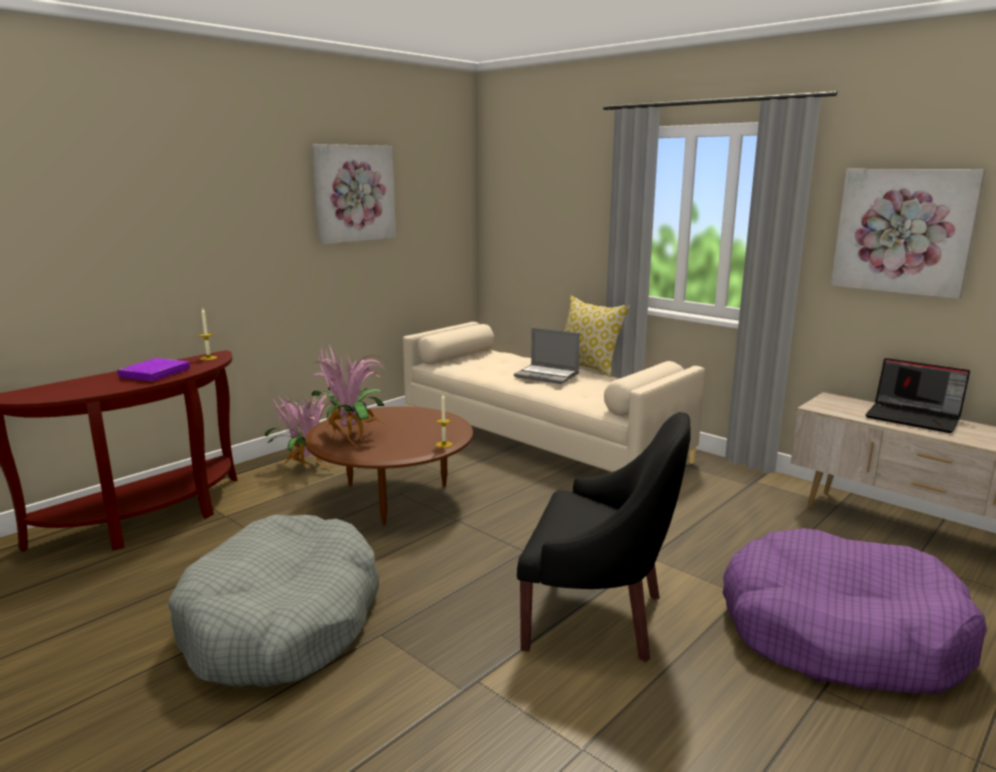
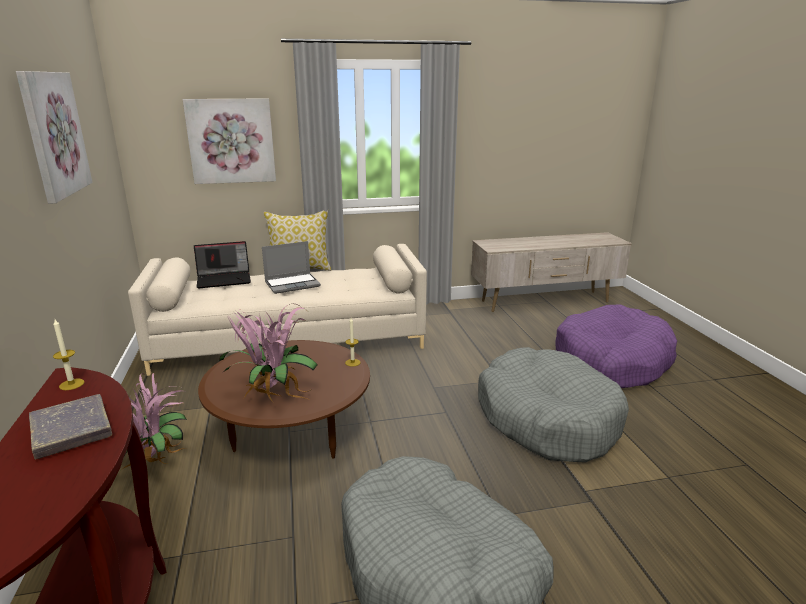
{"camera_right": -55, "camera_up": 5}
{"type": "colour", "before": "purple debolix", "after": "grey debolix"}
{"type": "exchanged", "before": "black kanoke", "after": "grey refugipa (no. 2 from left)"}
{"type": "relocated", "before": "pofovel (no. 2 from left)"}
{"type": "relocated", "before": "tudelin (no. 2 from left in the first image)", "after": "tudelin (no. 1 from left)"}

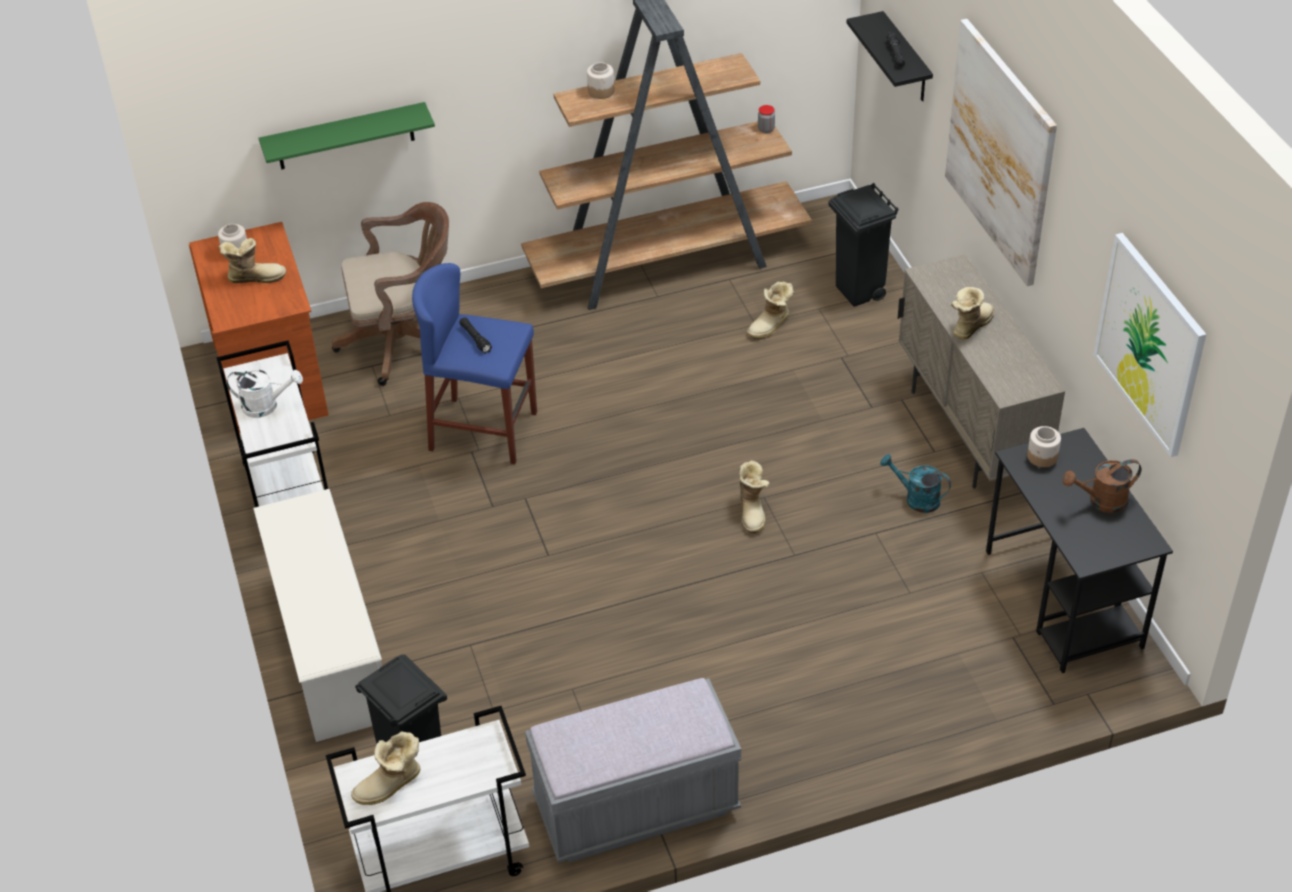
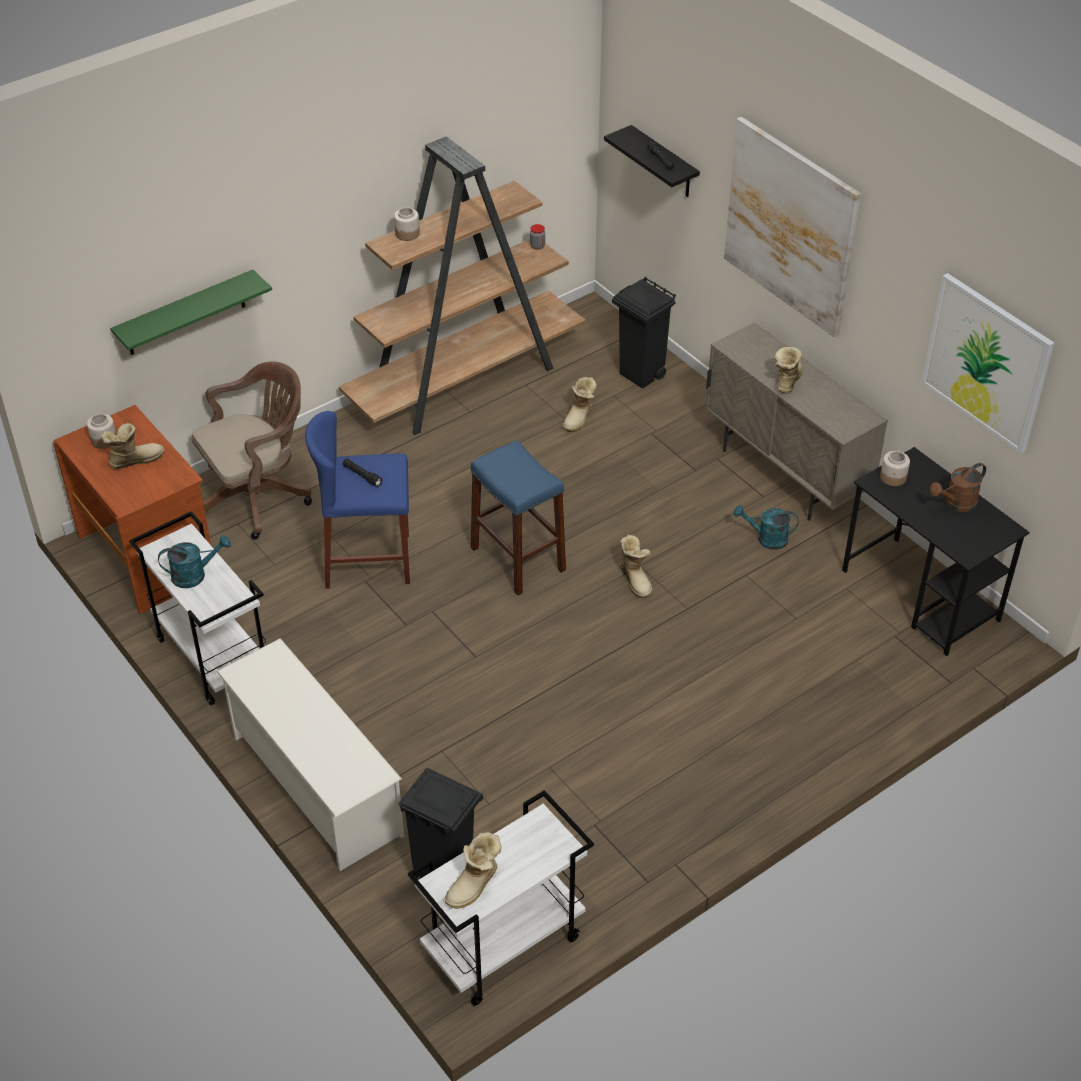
{"camera_right": -20, "camera_up": 0}
{"type": "colour", "before": "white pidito", "after": "turquoise pidito (no. 1 from left)"}
{"type": "missing", "before": "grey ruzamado"}
{"type": "appeared", "after": "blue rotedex (no. 2 from left)"}

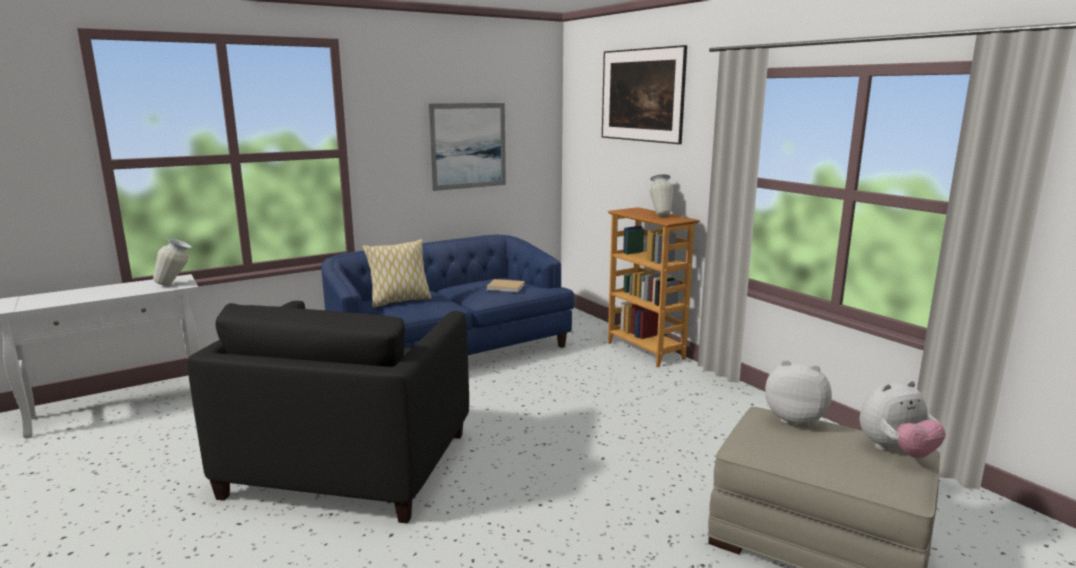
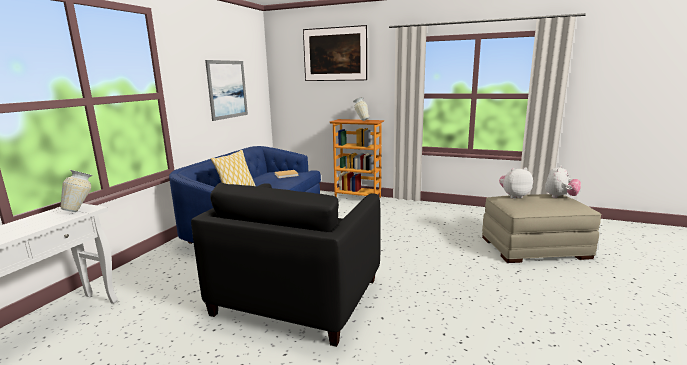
{"camera_right": -35, "camera_up": 0}
{"type": "spun", "before": "black kanoke", "turn": 45}

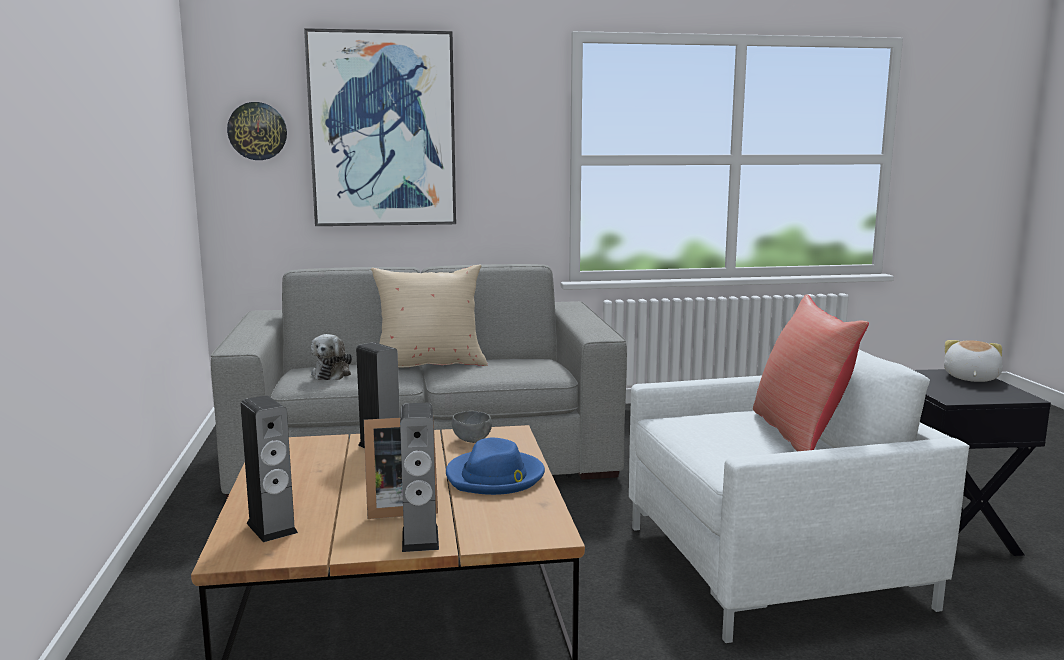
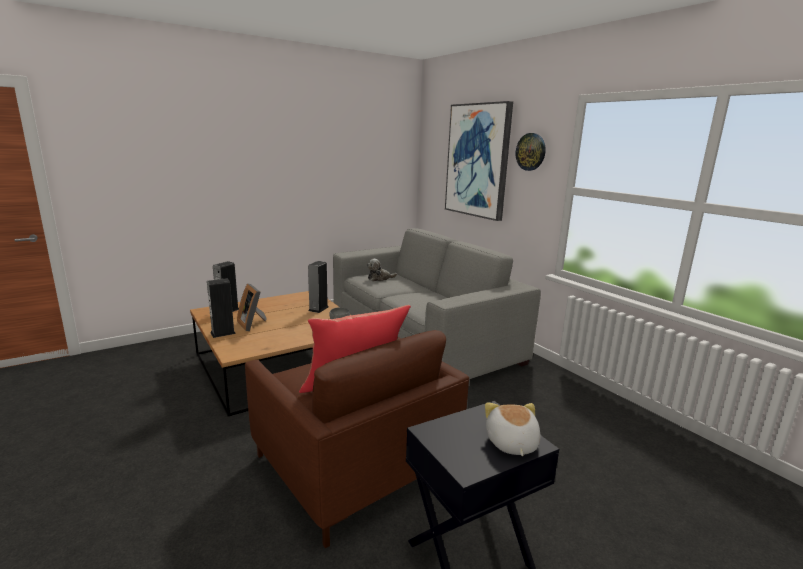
{"camera_right": 65, "camera_up": 5}
{"type": "relocated", "before": "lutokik"}
{"type": "missing", "before": "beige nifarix"}
{"type": "missing", "before": "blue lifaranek"}
{"type": "colour", "before": "white kanoke", "after": "brown kanoke"}
{"type": "spun", "before": "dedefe (no. 2 from left)", "turn": -90}

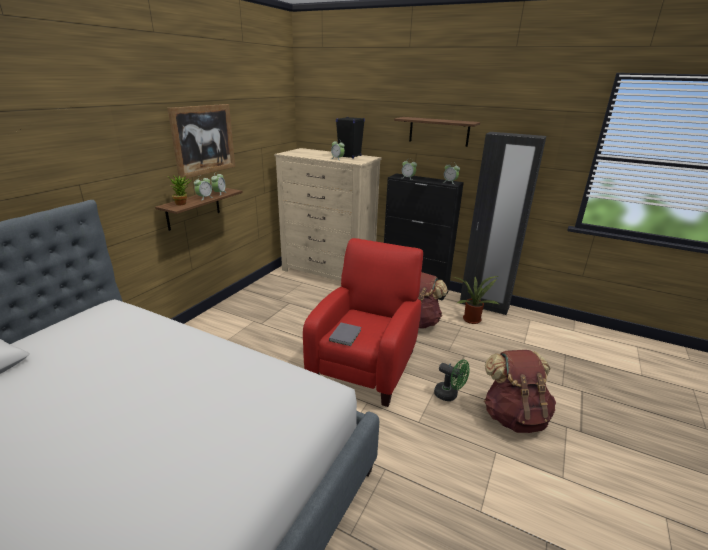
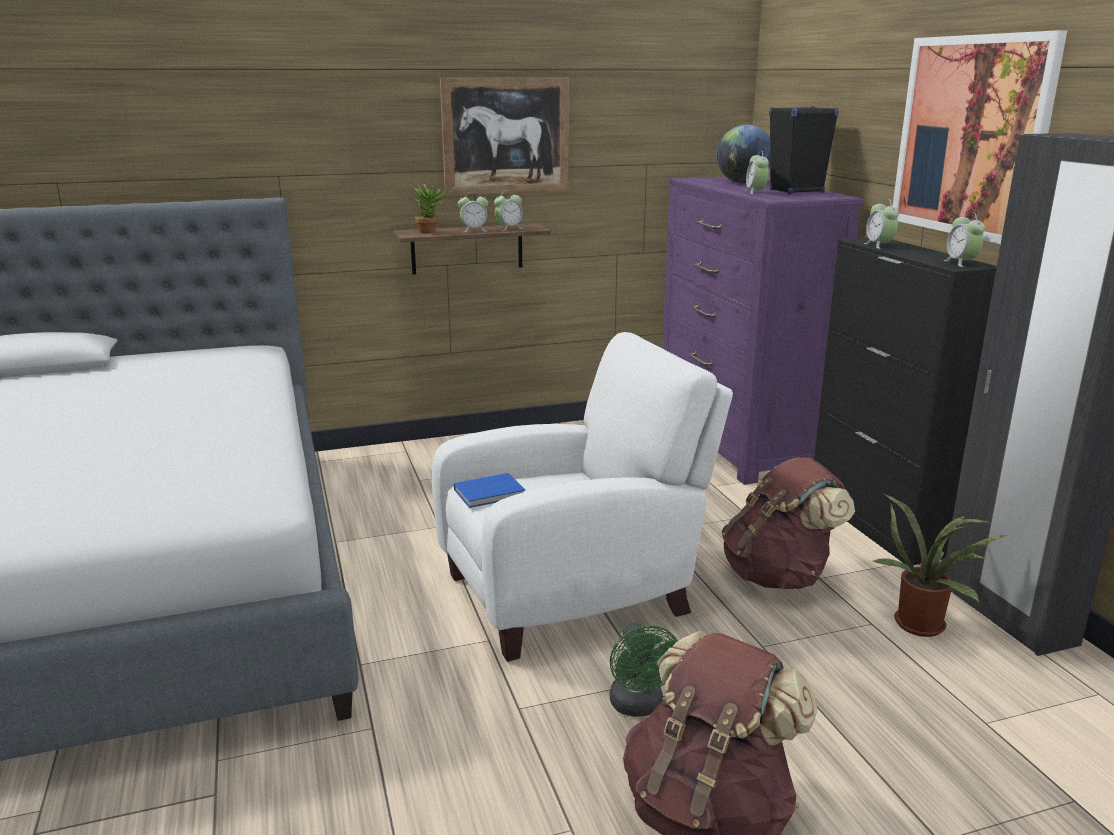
{"camera_right": 45, "camera_up": -5}
{"type": "colour", "before": "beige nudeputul", "after": "purple nudeputul"}
{"type": "colour", "before": "red kanoke", "after": "white kanoke"}
{"type": "colour", "before": "grey debolix", "after": "blue debolix"}
{"type": "exchanged", "before": "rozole (no. 2 from left)", "after": "pofovel (no. 2 from left)"}
{"type": "appeared", "after": "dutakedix"}

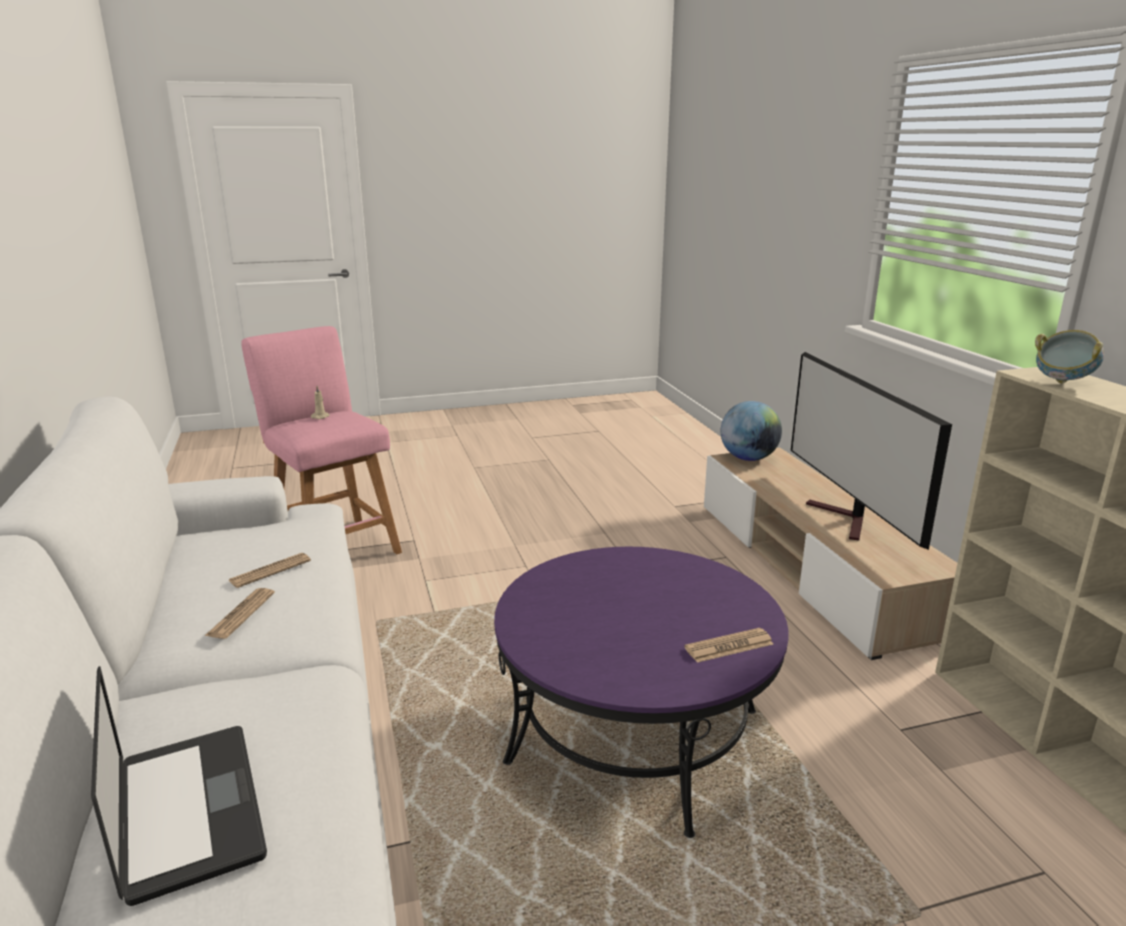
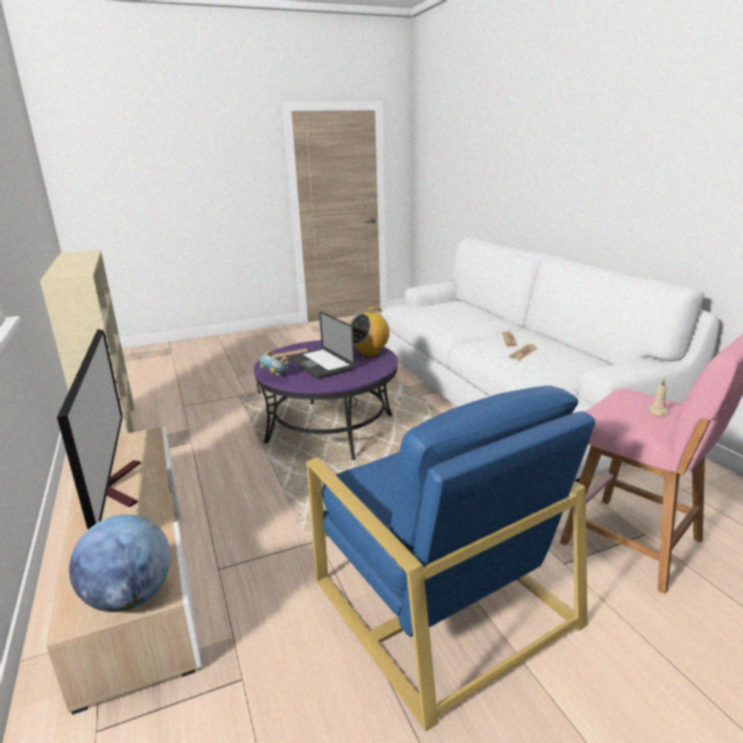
{"camera_right": 175, "camera_up": 0}
{"type": "relocated", "before": "tudelin"}
{"type": "relocated", "before": "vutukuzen"}
{"type": "appeared", "after": "blue kanoke"}
{"type": "appeared", "after": "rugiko"}

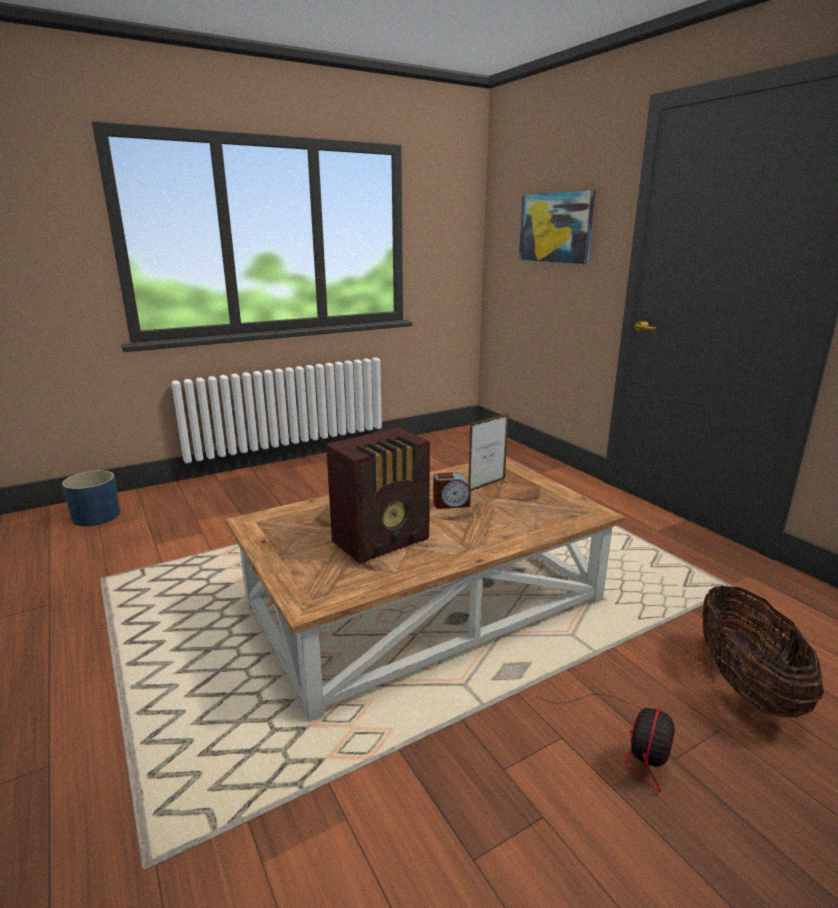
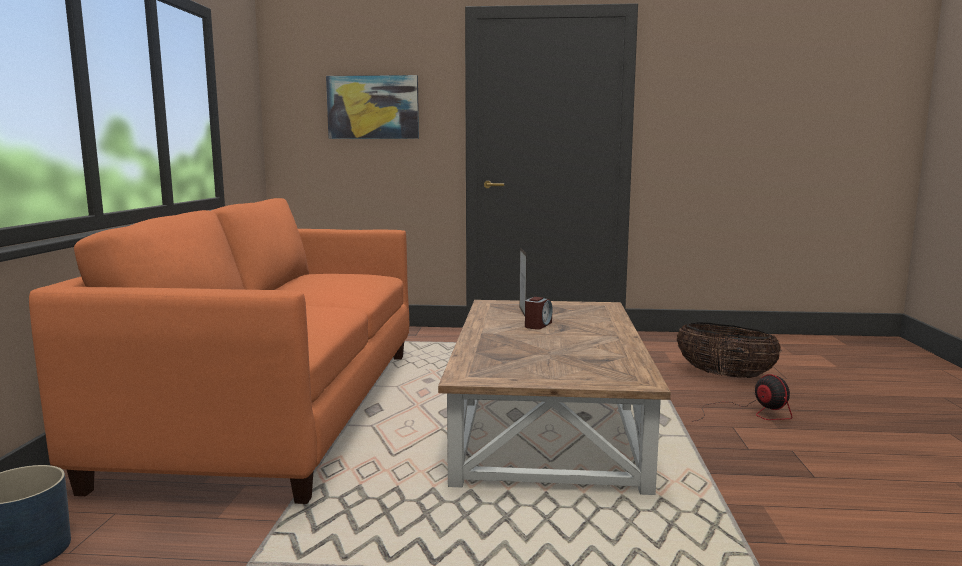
{"camera_right": -55, "camera_up": -10}
{"type": "missing", "before": "rugiko"}
{"type": "appeared", "after": "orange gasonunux"}

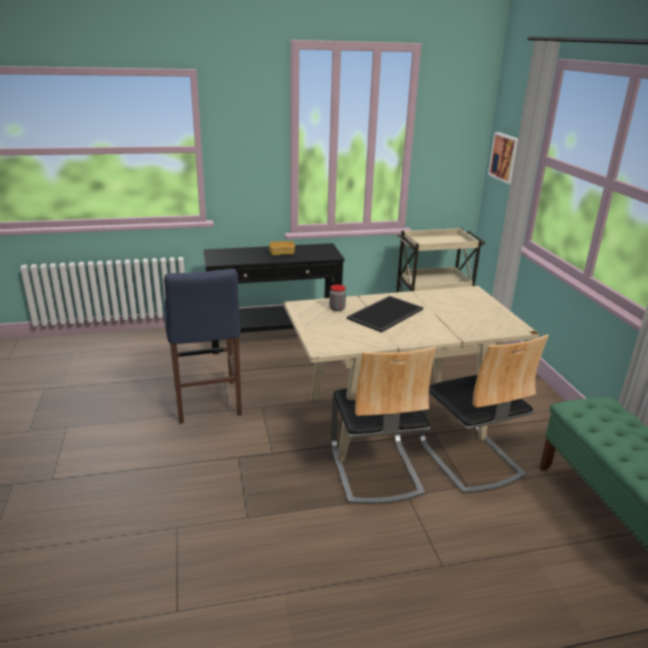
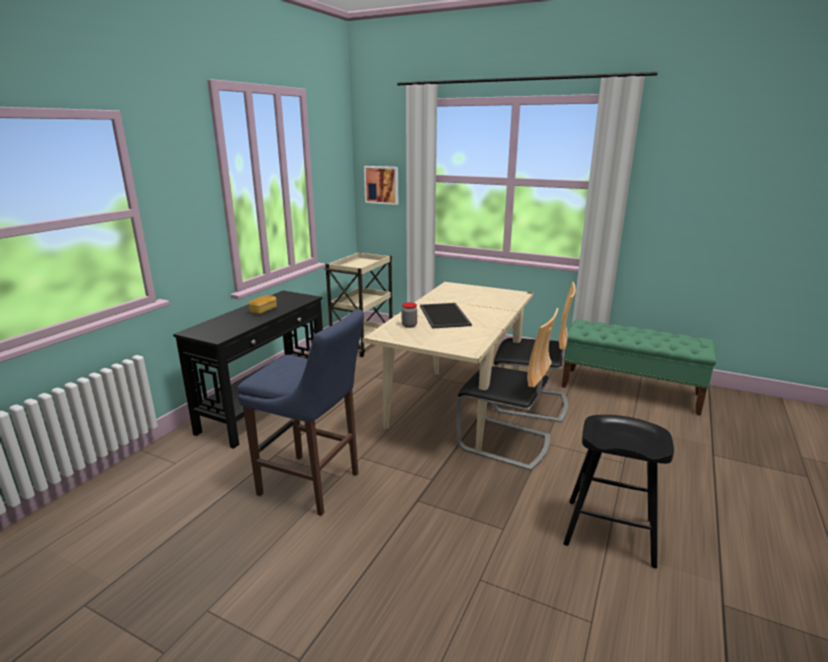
{"camera_right": -50, "camera_up": -5}
{"type": "appeared", "after": "black rotedex"}

